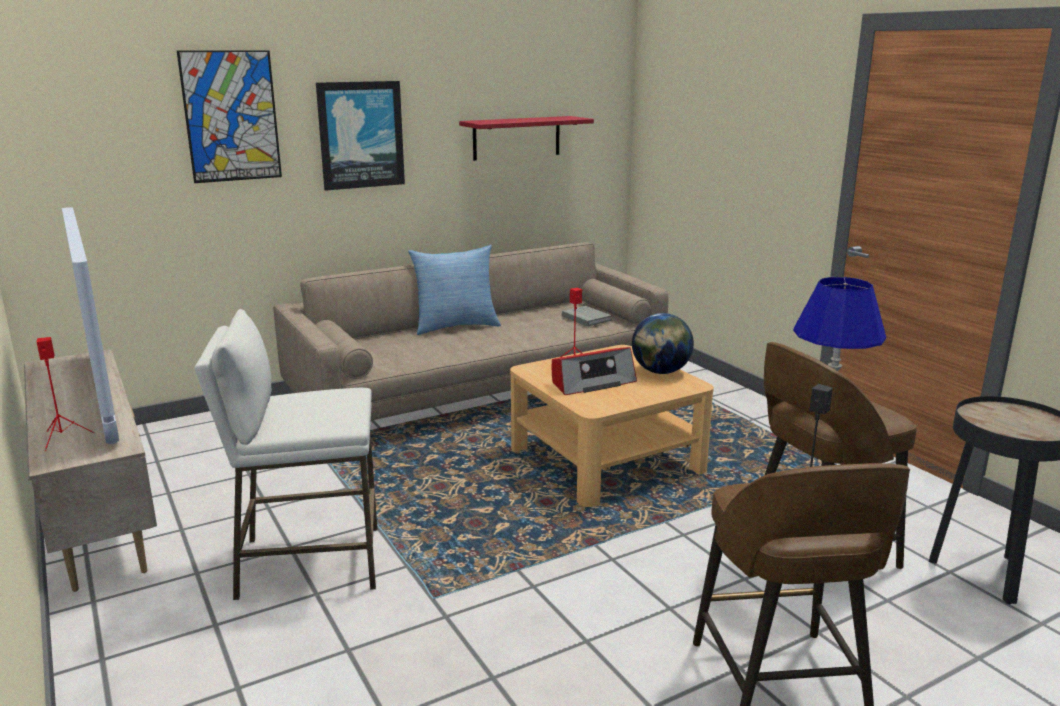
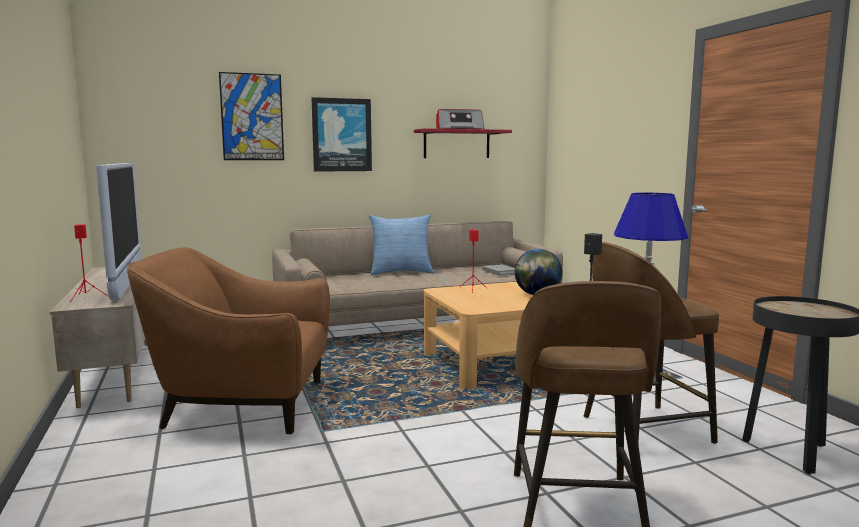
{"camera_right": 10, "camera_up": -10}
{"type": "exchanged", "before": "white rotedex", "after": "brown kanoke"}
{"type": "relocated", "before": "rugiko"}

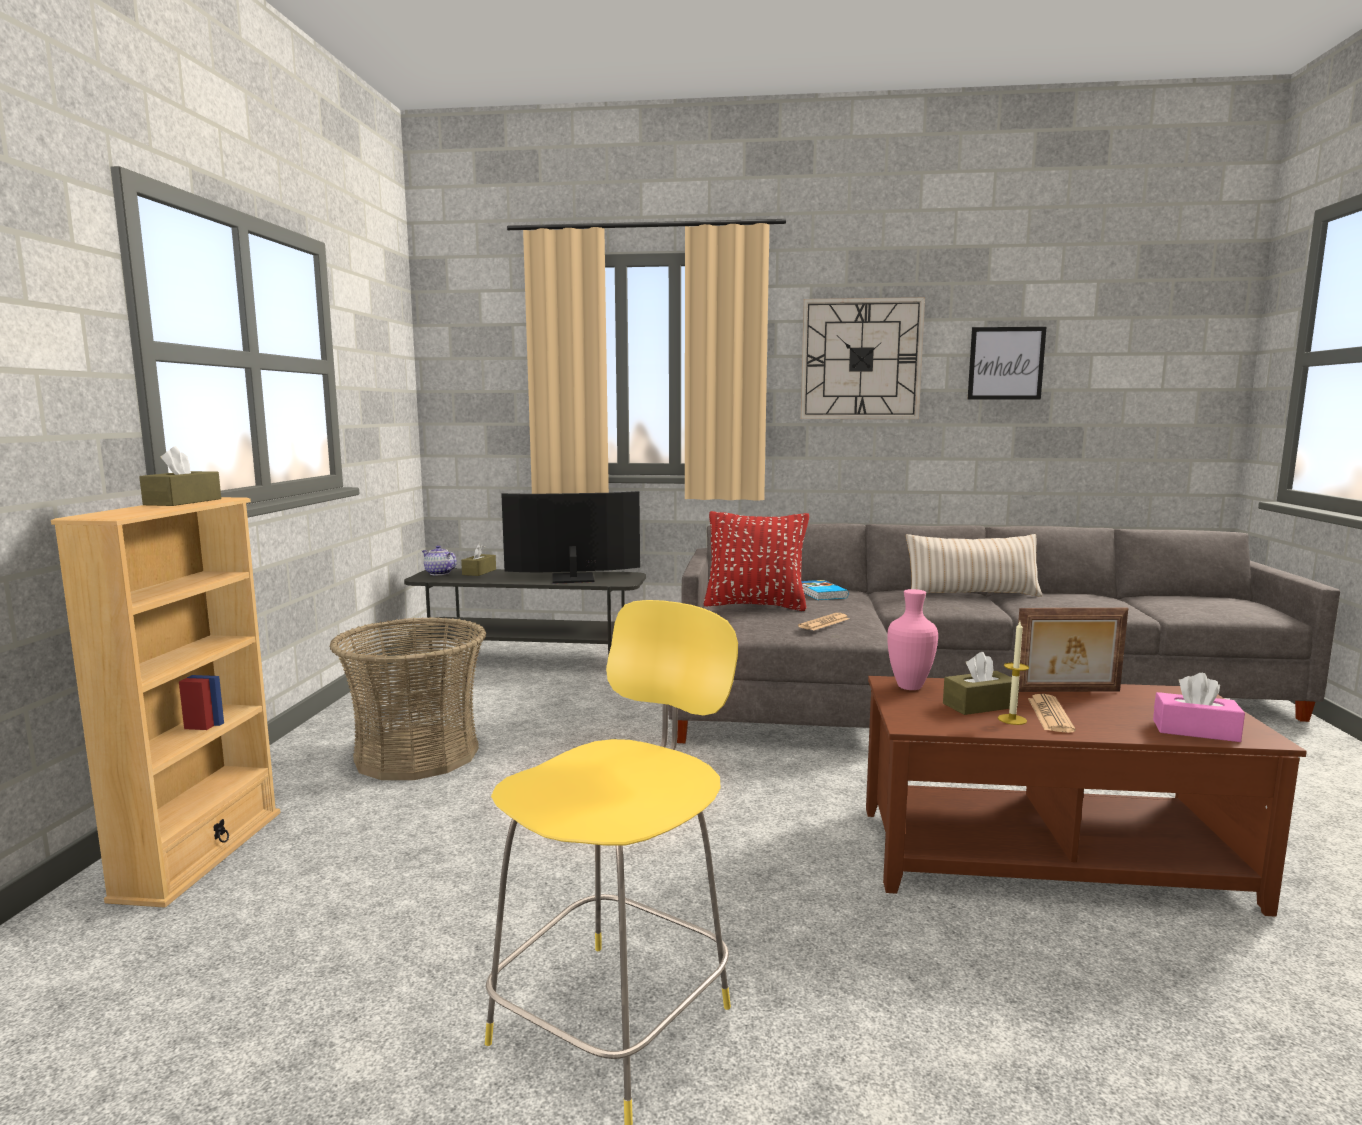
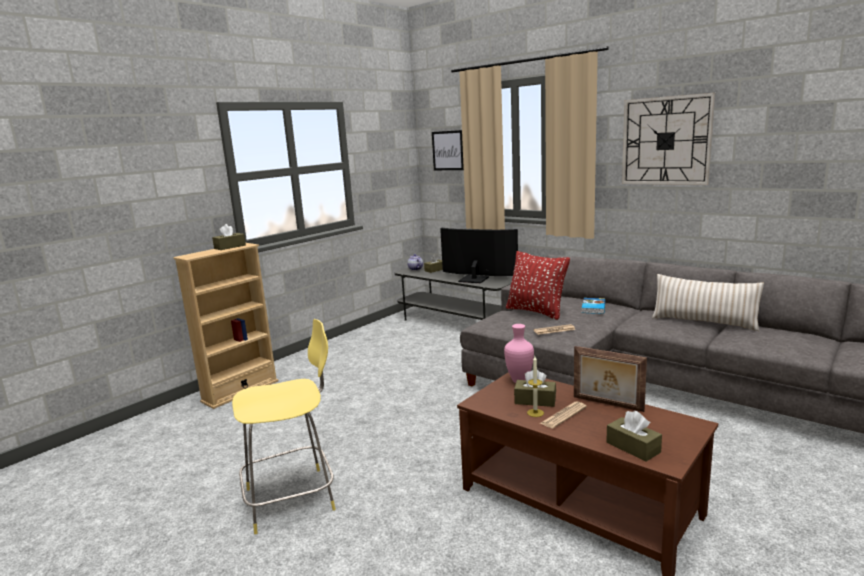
{"camera_right": 35, "camera_up": 5}
{"type": "missing", "before": "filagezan"}
{"type": "relocated", "before": "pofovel"}
{"type": "colour", "before": "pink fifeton", "after": "brown fifeton (no. 4 from left)"}

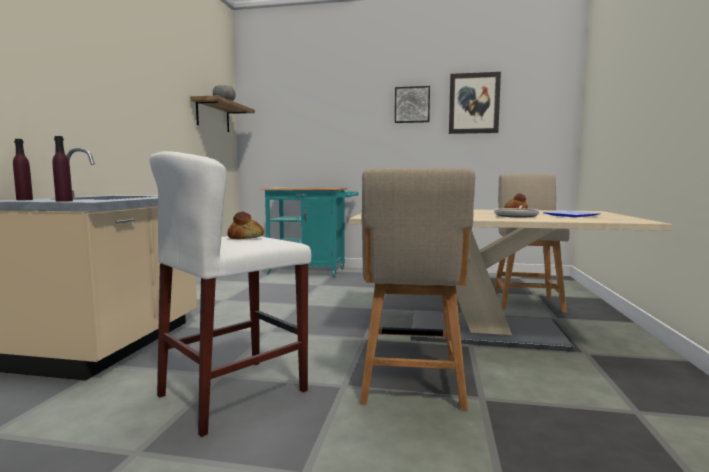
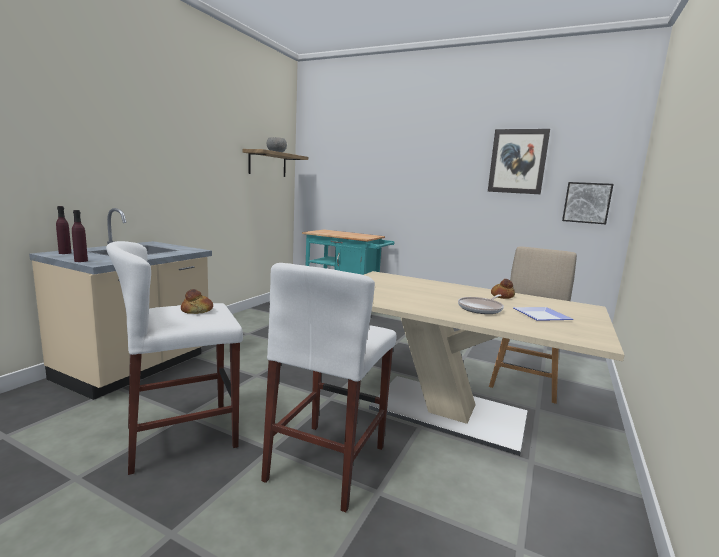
{"camera_right": 15, "camera_up": 5}
{"type": "exchanged", "before": "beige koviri (no. 1 from left)", "after": "white rotedex (no. 2 from left)"}
{"type": "relocated", "before": "pofovel (no. 1 from left in the first image)", "after": "pofovel (no. 2 from left)"}

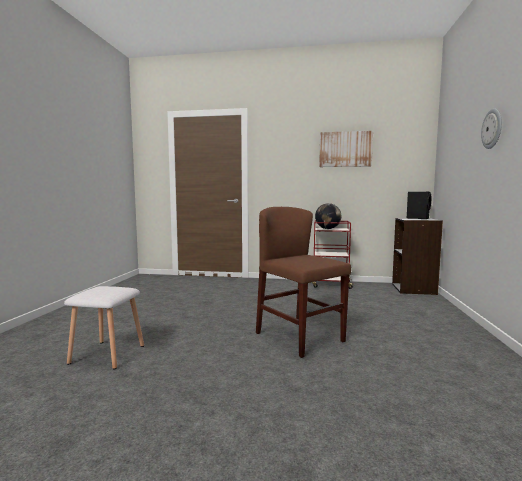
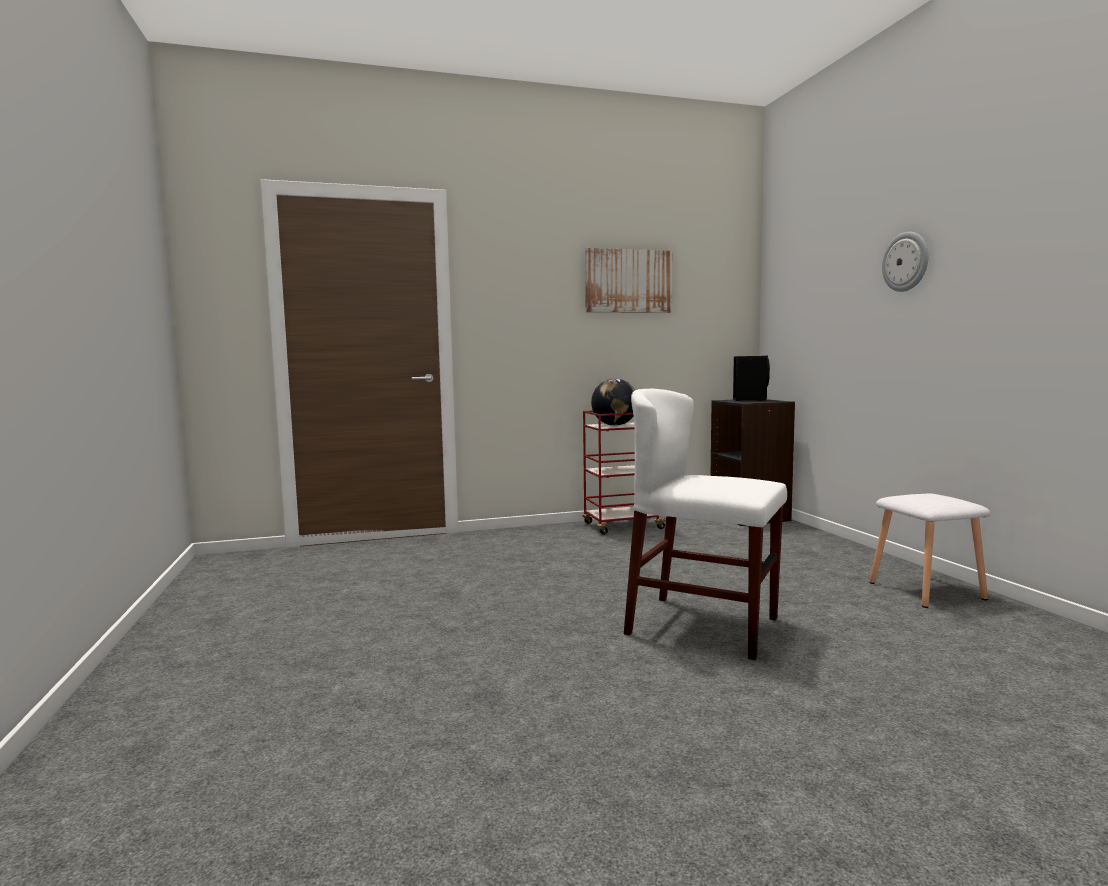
{"camera_right": -25, "camera_up": 0}
{"type": "relocated", "before": "white rotedex"}
{"type": "colour", "before": "brown koviri", "after": "white koviri"}

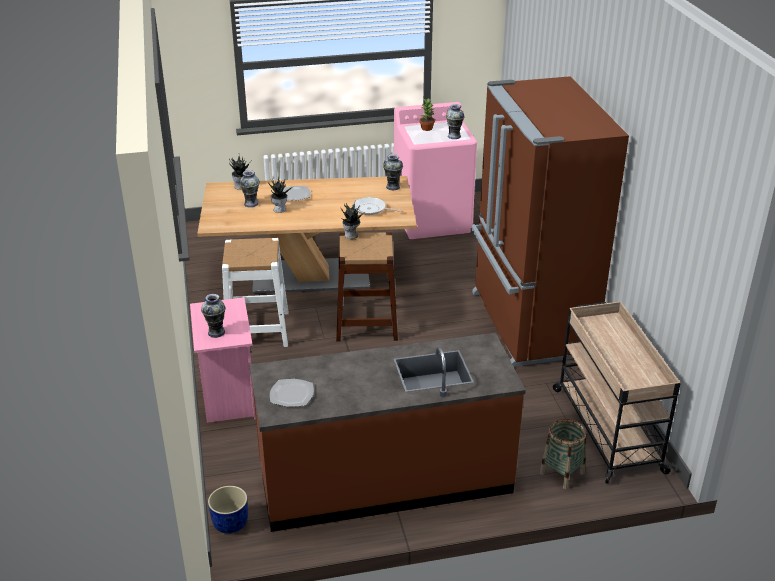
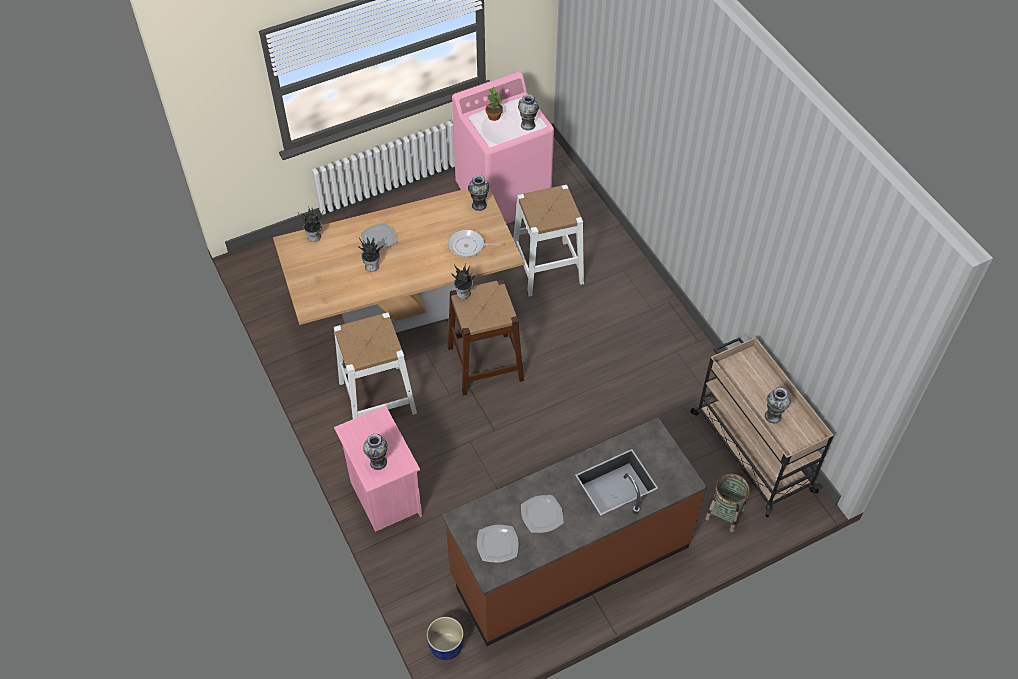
{"camera_right": -15, "camera_up": 20}
{"type": "relocated", "before": "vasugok (no. 2 from left in the first image)", "after": "vasugok (no. 4 from left)"}
{"type": "missing", "before": "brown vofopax"}
{"type": "appeared", "after": "white rotedex (no. 2 from left)"}
{"type": "appeared", "after": "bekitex (no. 3 from left)"}

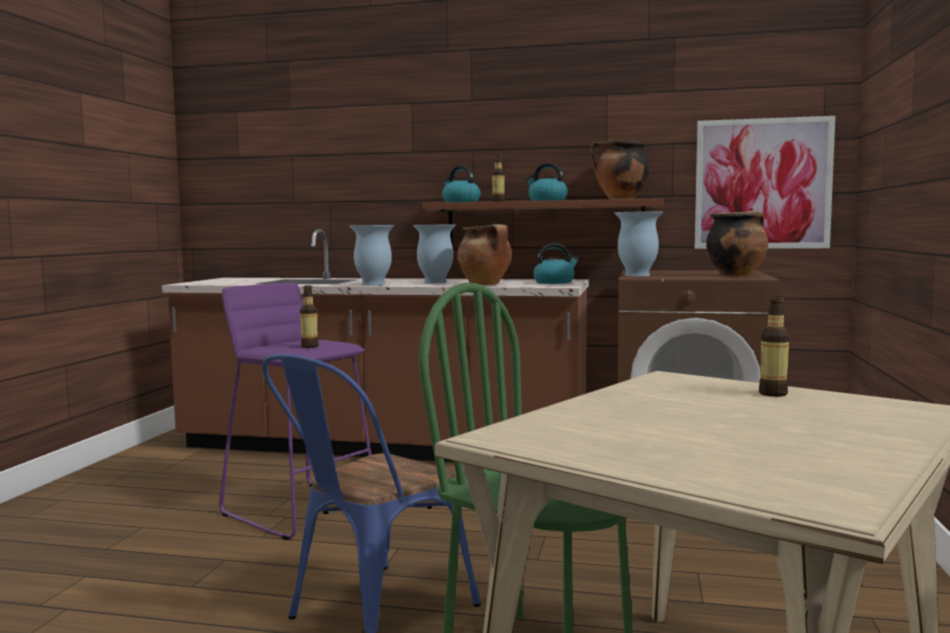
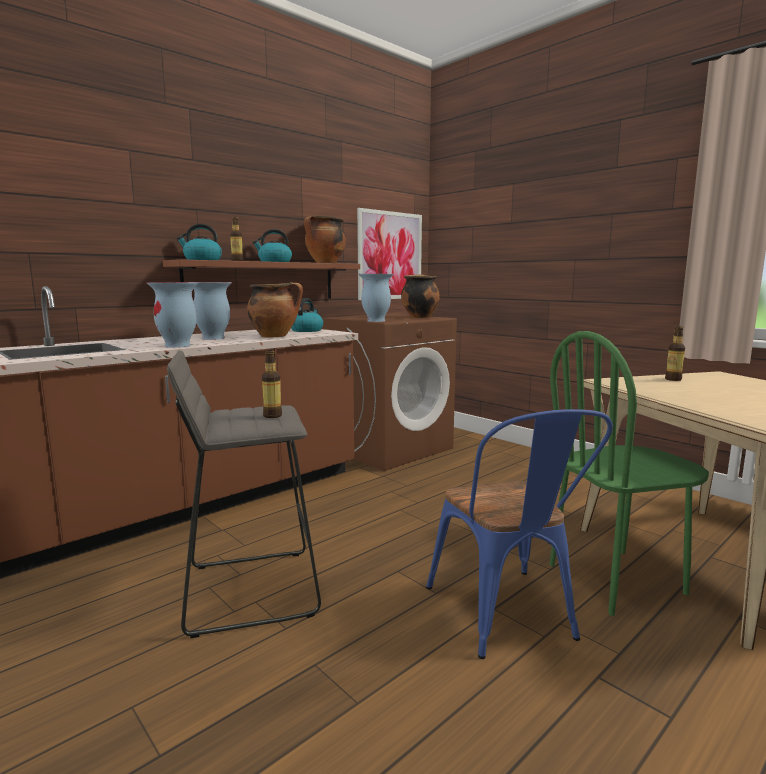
{"camera_right": -55, "camera_up": 5}
{"type": "colour", "before": "purple rotedex", "after": "grey rotedex"}

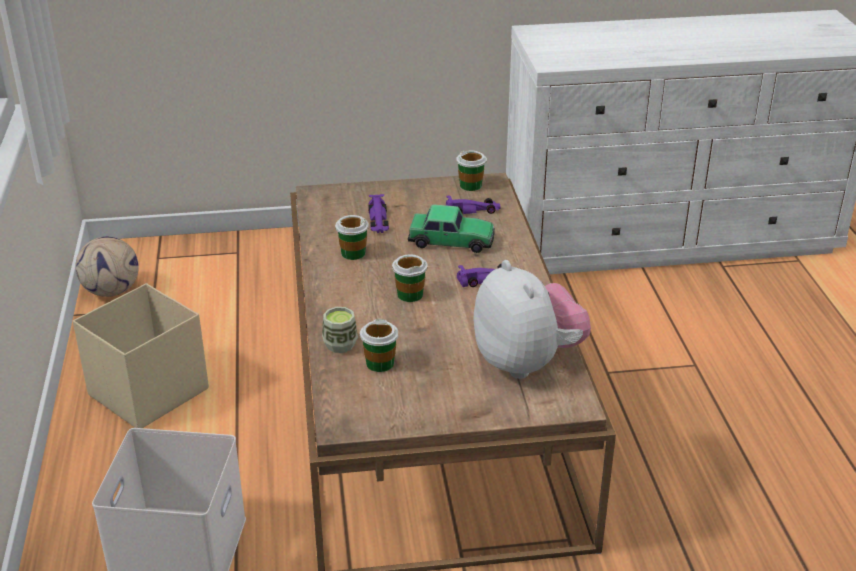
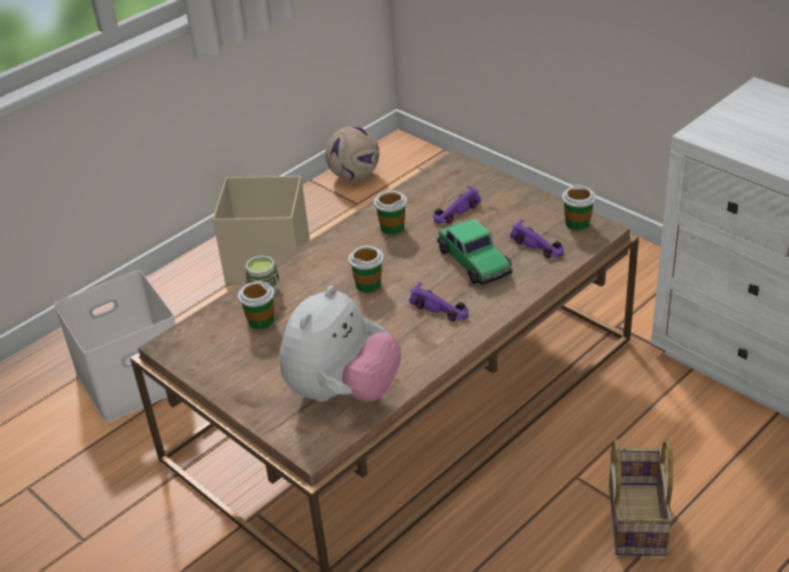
{"camera_right": 55, "camera_up": 5}
{"type": "appeared", "after": "filagezan"}

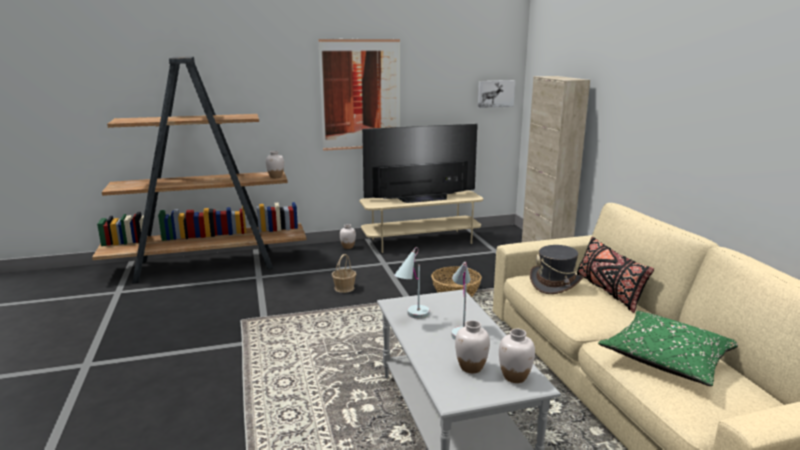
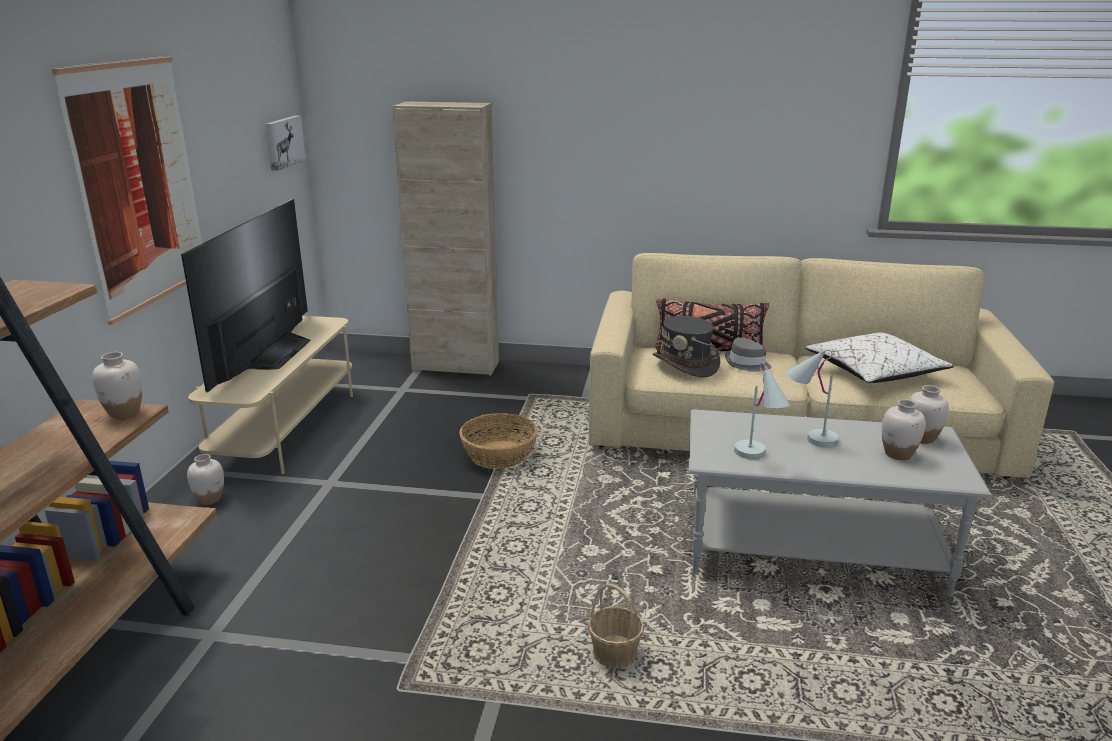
{"camera_right": -65, "camera_up": 5}
{"type": "relocated", "before": "filagezan (no. 1 from left in the first image)", "after": "filagezan (no. 2 from left)"}
{"type": "colour", "before": "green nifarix", "after": "white nifarix"}
{"type": "appeared", "after": "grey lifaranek (no. 2 from left)"}

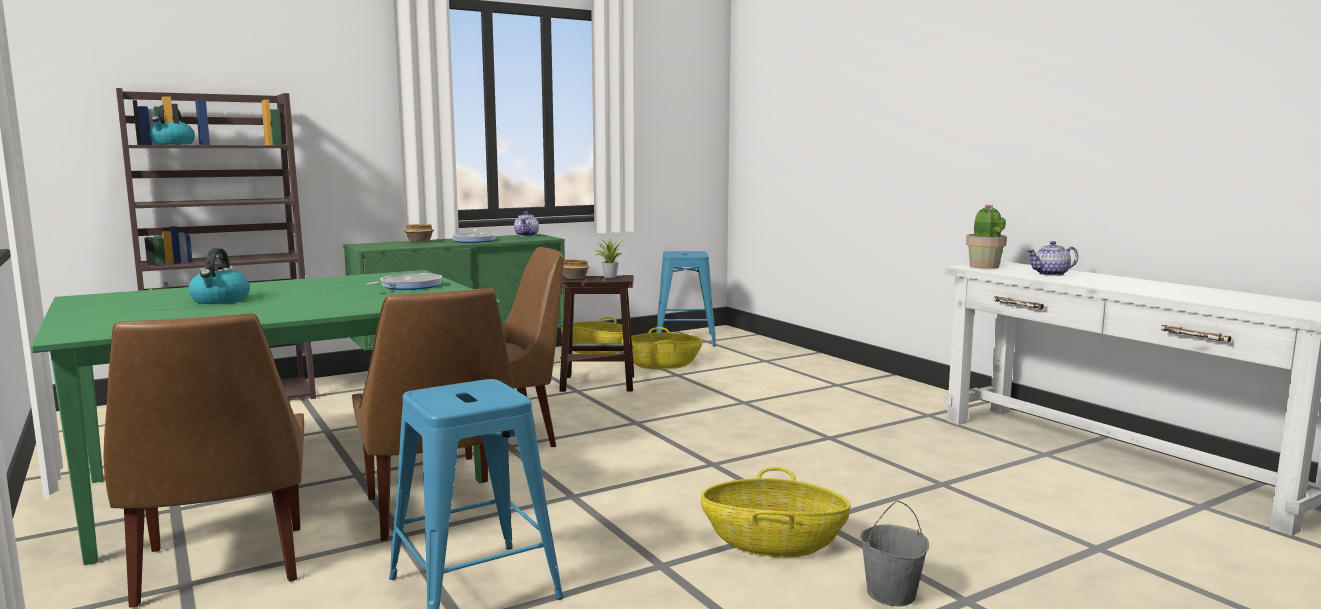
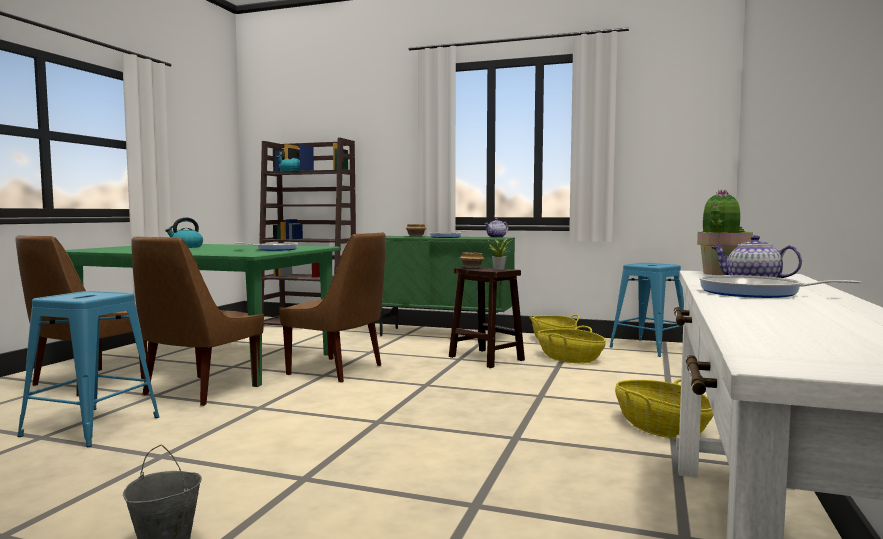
{"camera_right": 50, "camera_up": -5}
{"type": "relocated", "before": "filagezan (no. 3 from left)"}
{"type": "appeared", "after": "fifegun (no. 3 from left)"}

